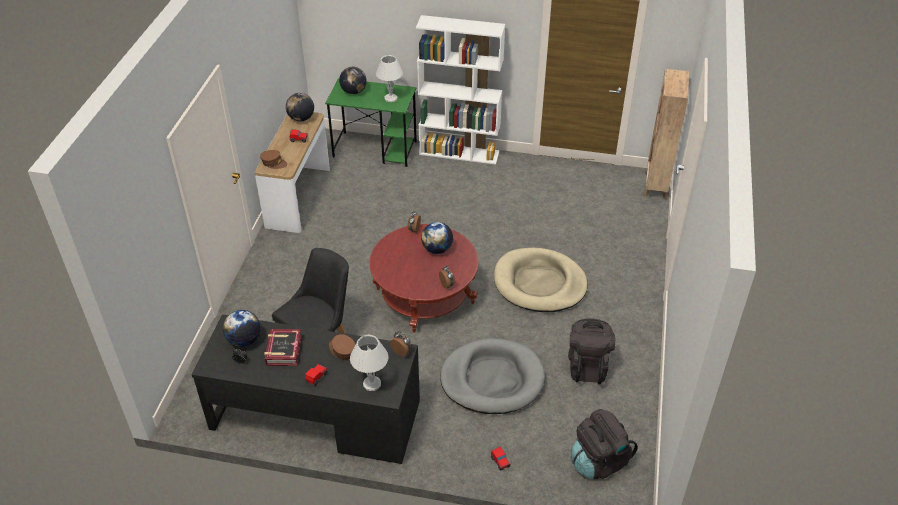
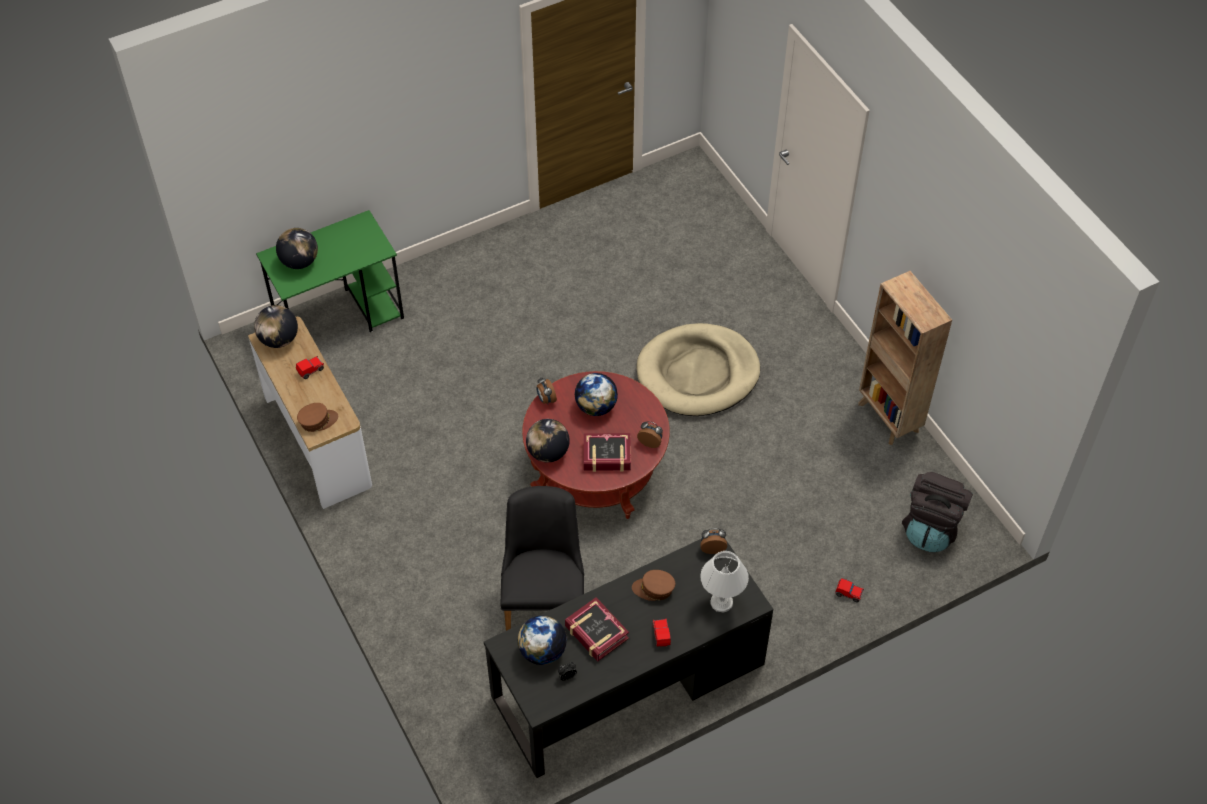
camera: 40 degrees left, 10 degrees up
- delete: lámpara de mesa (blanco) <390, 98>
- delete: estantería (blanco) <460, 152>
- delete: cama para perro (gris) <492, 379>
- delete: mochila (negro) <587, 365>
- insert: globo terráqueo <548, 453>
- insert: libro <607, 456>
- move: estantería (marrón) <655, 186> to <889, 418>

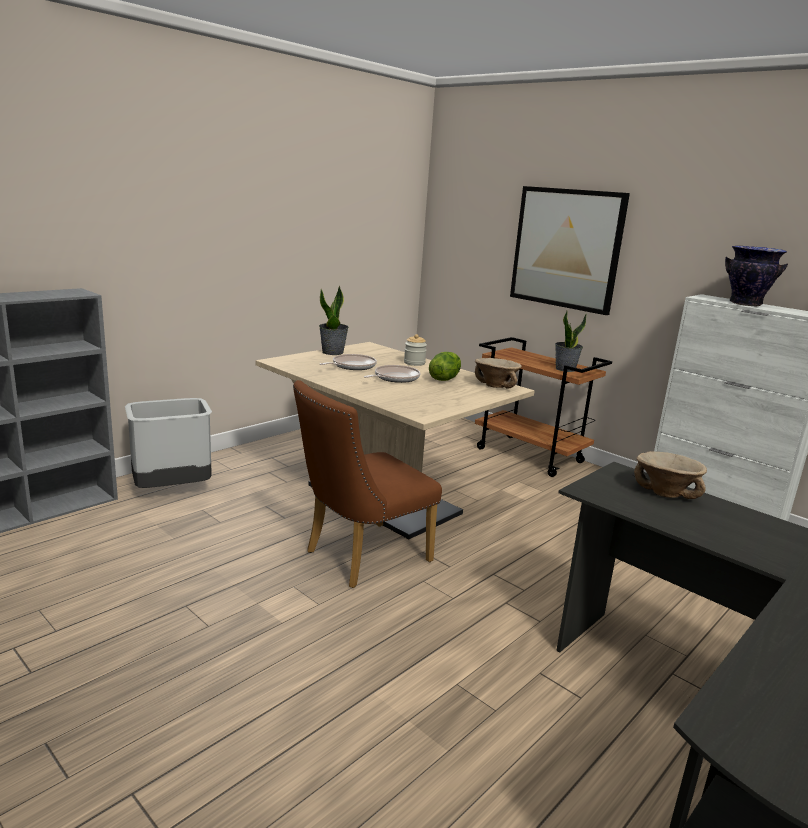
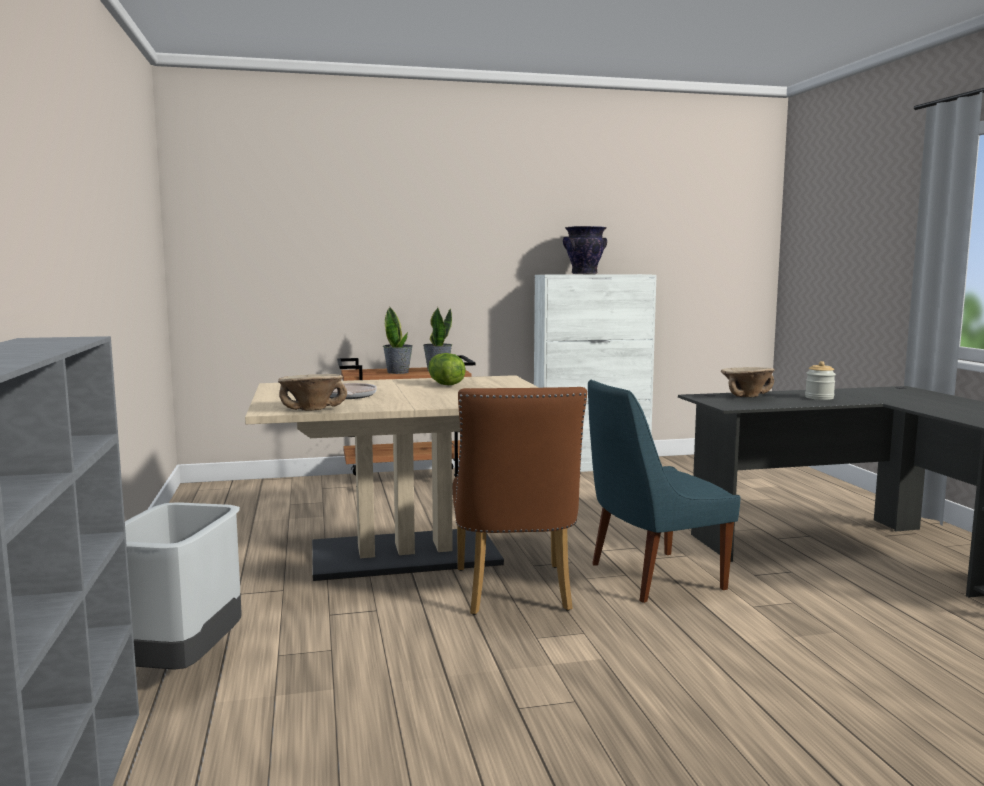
camera: 55 degrees left, 10 degrees down
- delete: sartén <394, 378>
- delete: cuadro <566, 248>
- insert: silla (azul) <651, 577>
- move: planta en maceta <333, 352> to <398, 372>
- move: tarro <414, 363> to <819, 398>
- move: cuenco (beis) <495, 386> to <312, 409>

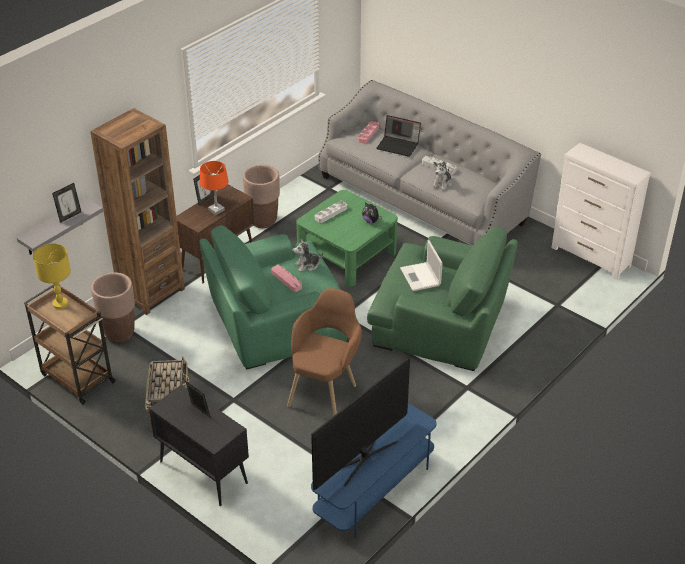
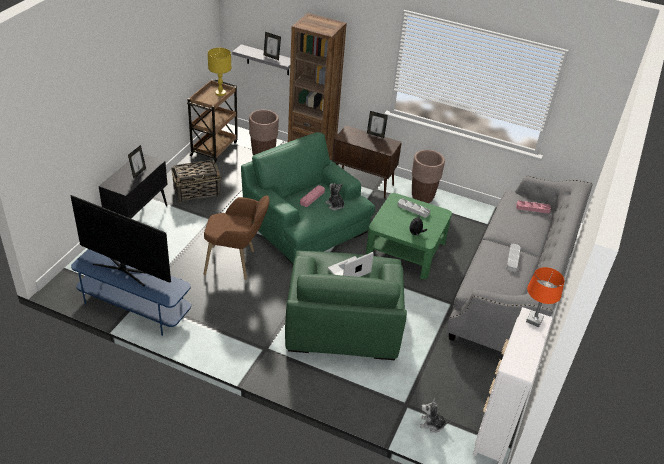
camera: 70 degrees right, 0 degrees up
- delete: portátil <398, 145>
- move: lámpara de mesa (naranja) <216, 210> to <534, 320>
- move: peluche <442, 183> to <432, 424>

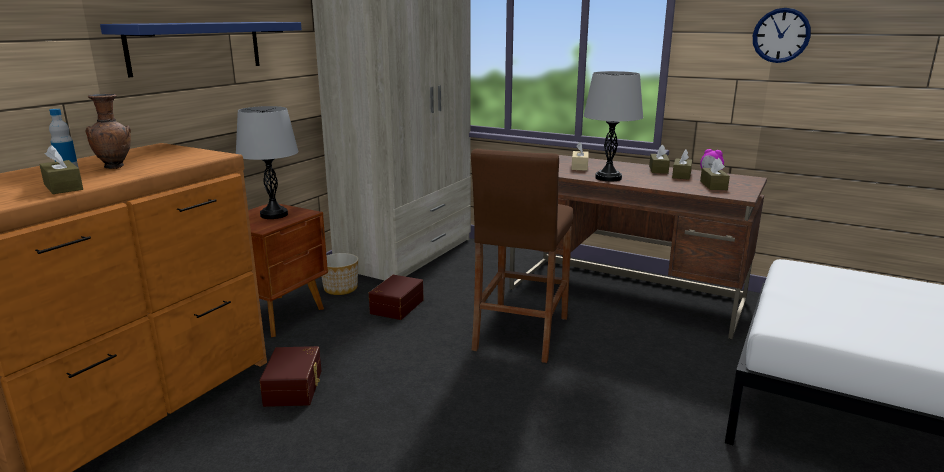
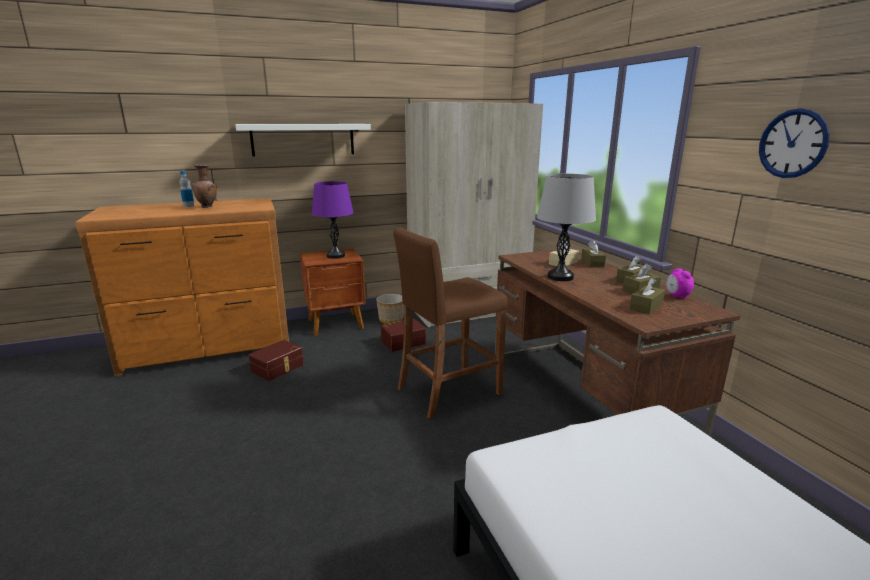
camera: 40 degrees right, 0 degrees up
- move: caja de pañuelos (marrón) <63, 187> to <592, 263>
- recolor: estante (azul) <196, 47> to estante (blanco) <303, 139>
- recolor: lámpara de mesa (gris) <274, 215> to lámpara de mesa (morado) <335, 256>

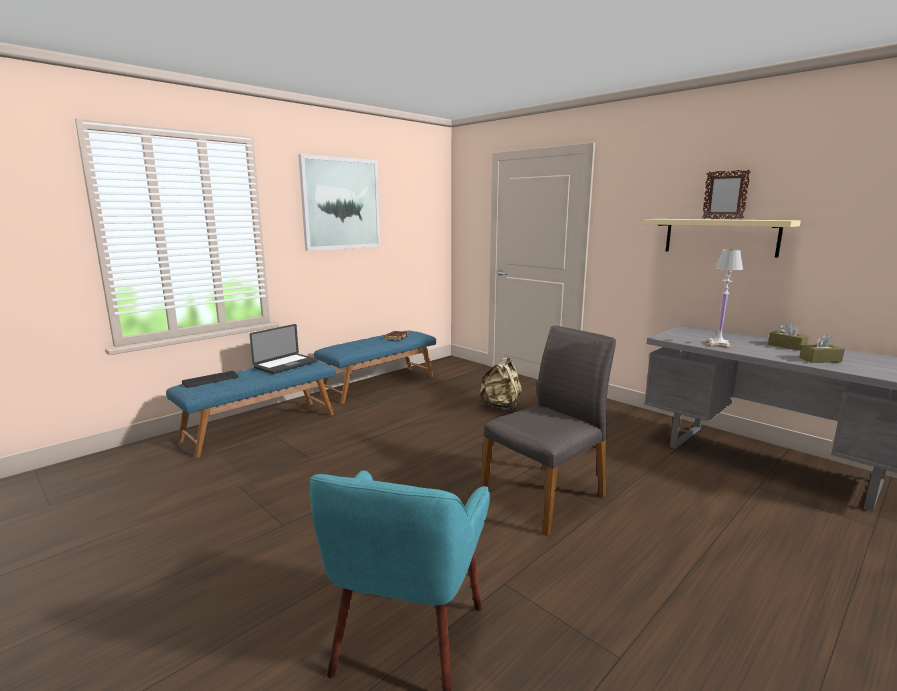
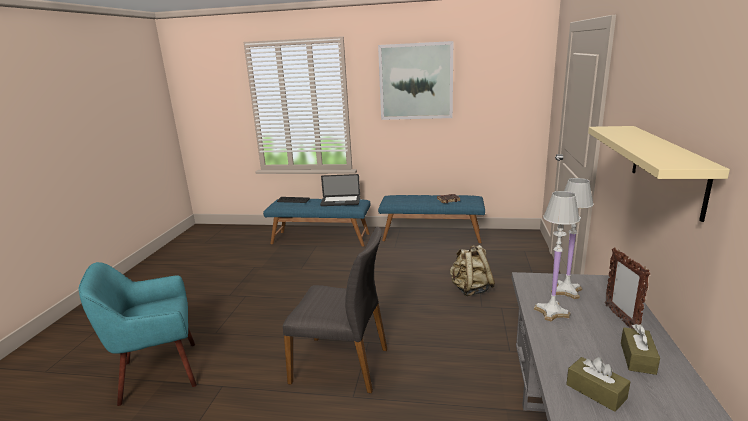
camera: 55 degrees right, 5 degrees up
- insert: lámpara de mesa (blanco) <566, 290>
- move: portarretratos <721, 219> to <620, 319>

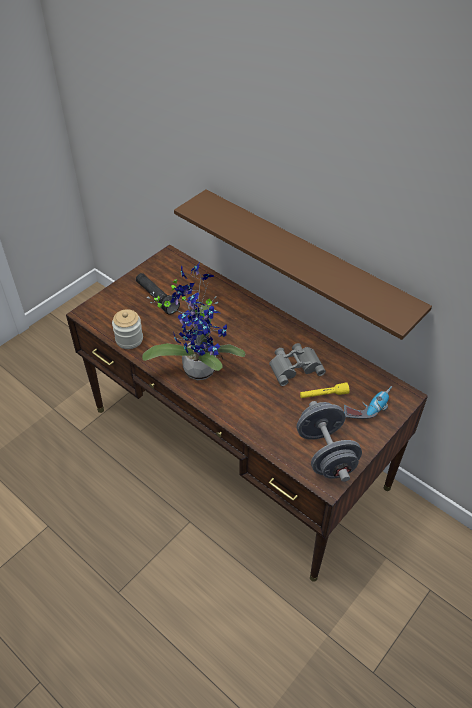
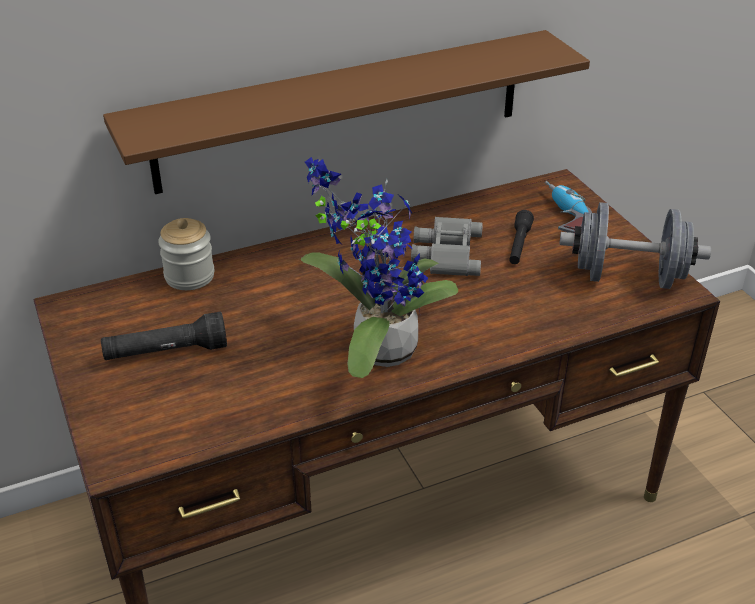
camera: 65 degrees left, 10 degrees down
- move: tarro <129, 339> to <189, 276>
- recolor: linterna (amarillo) <323, 395> to linterna (negro) <518, 245>

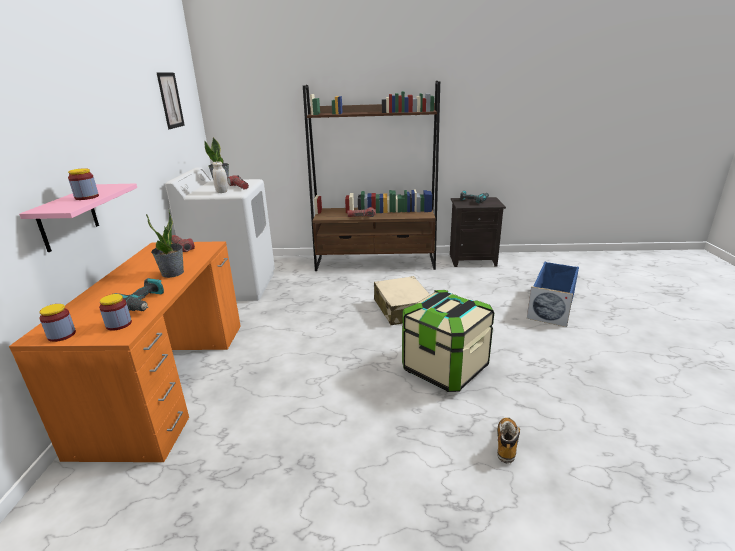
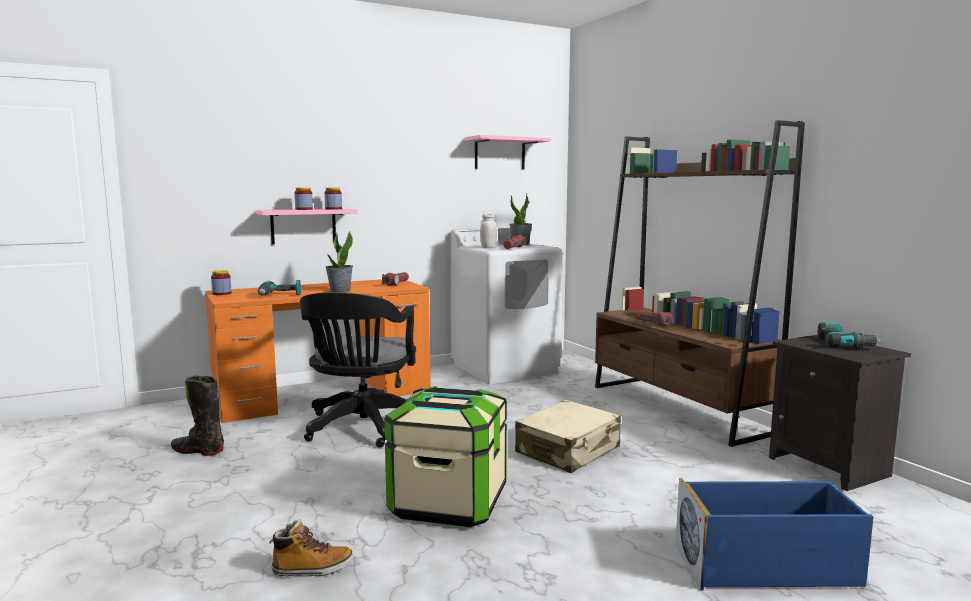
camera: 60 degrees right, 15 degrees down
- insert: bota (negro) <198, 451>
- insert: silla de oficina (negro) <362, 428>
- move: tarro <119, 324> to <333, 209>
- replace: cuadro <170, 100> to estante (rosa) <500, 153>

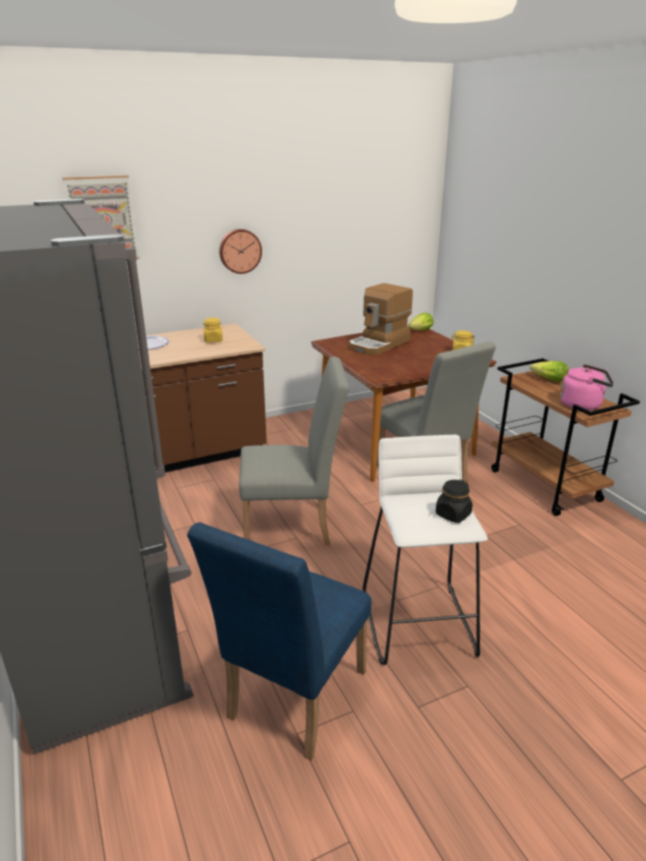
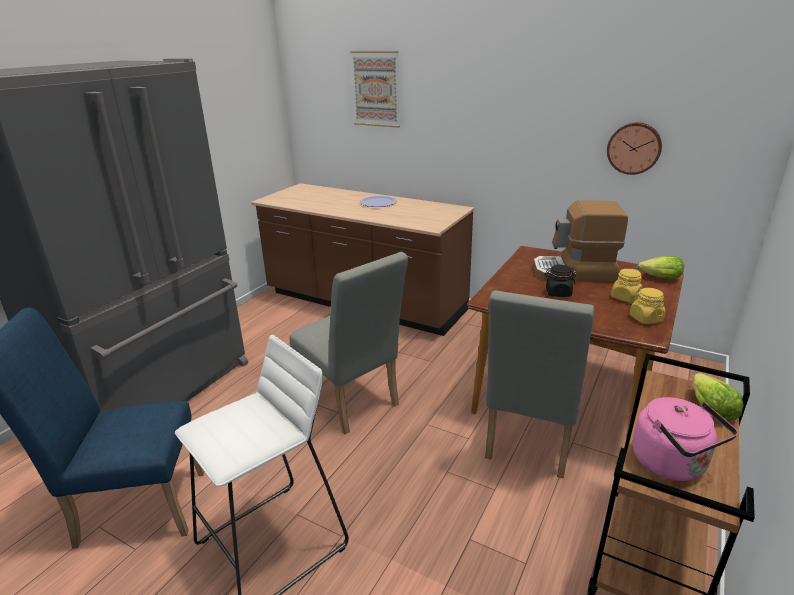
camera: 55 degrees right, 0 degrees up
- move: tarro (amarillo) <213, 340> to <625, 298>
- move: reloj de pared <240, 251> to <634, 148>
- move: tarro (negro) <453, 514> to <558, 293>

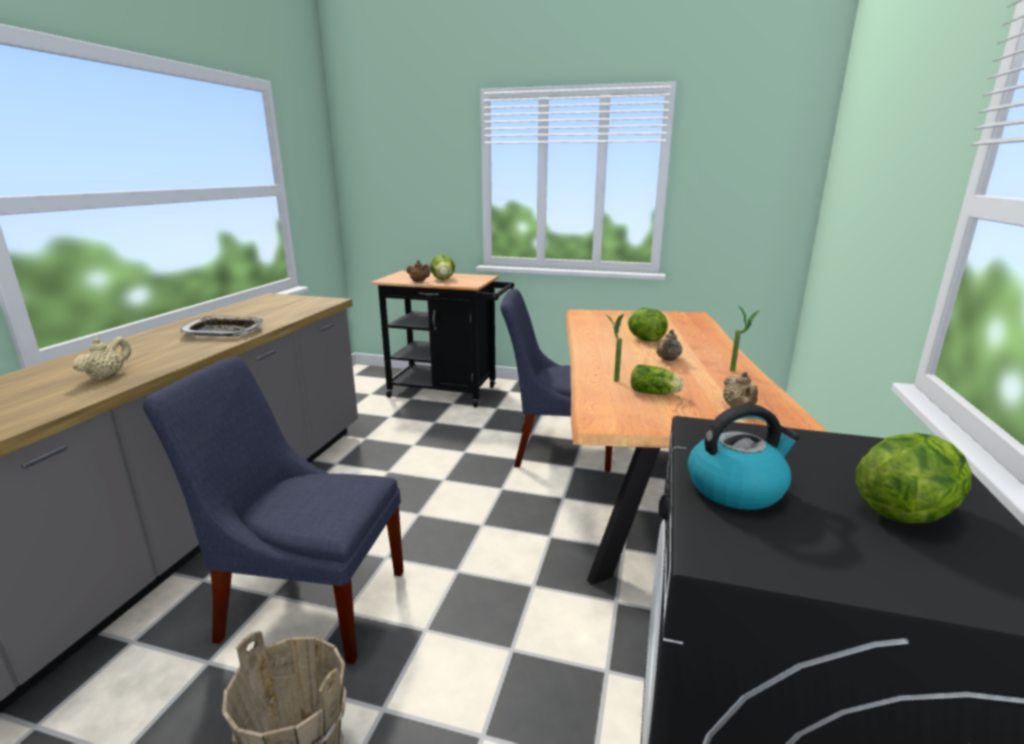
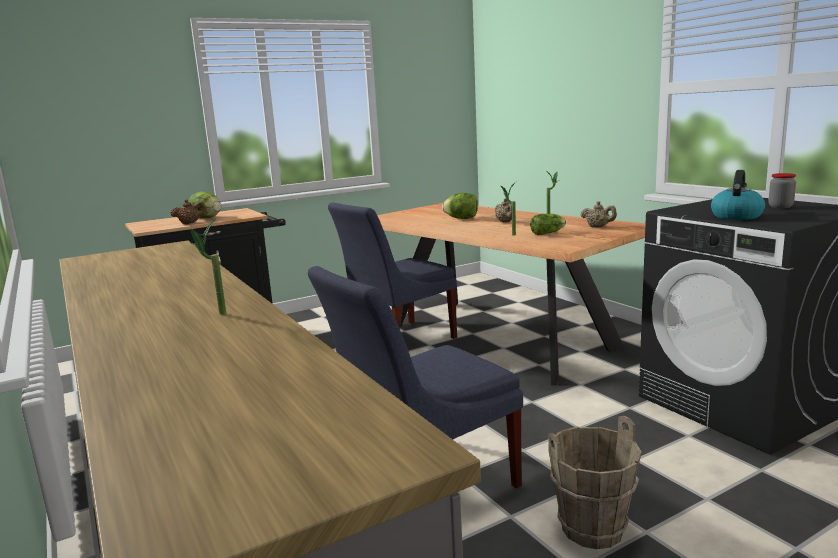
camera: 45 degrees left, 5 degrees down
- delete: bandeja <224, 332>
- replace: tetera (beis) <107, 376> to planta en maceta <216, 315>
- replace: lechuga <904, 511> to tarro <780, 206>

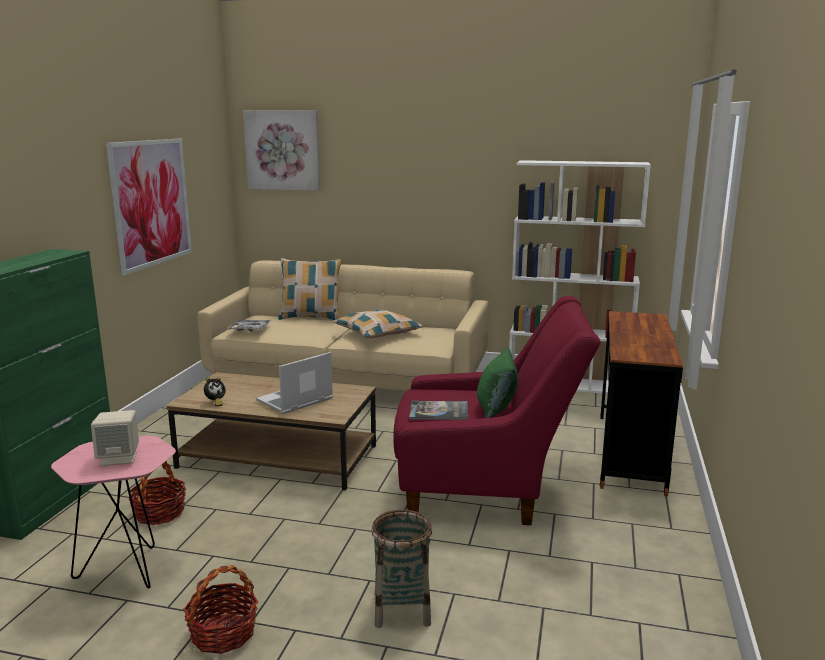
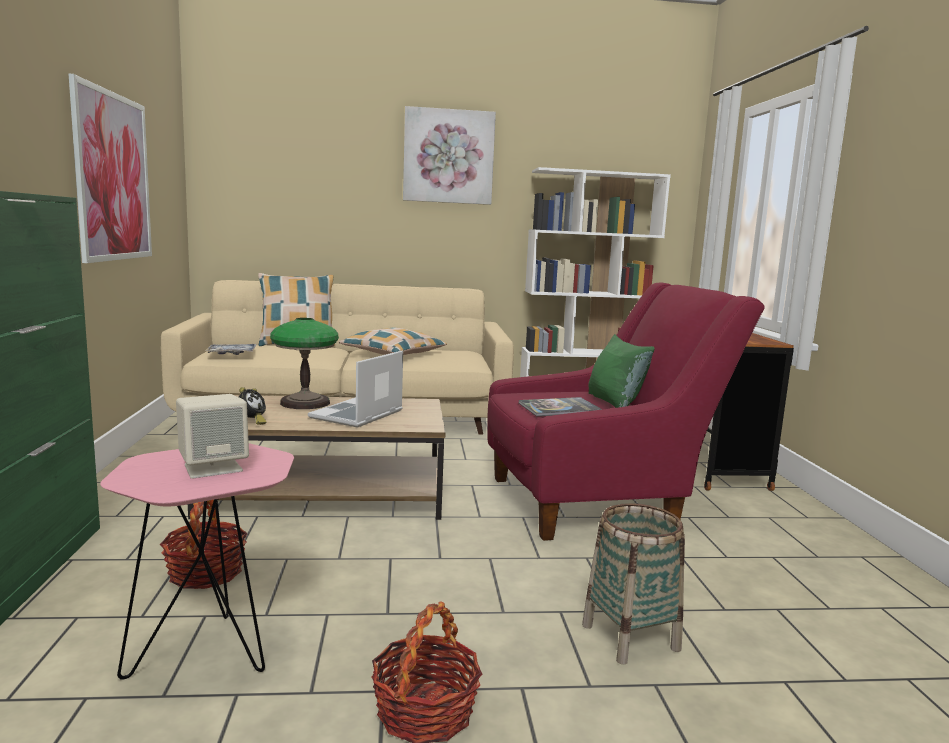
camera: 20 degrees left, 5 degrees down
- insert: lámpara de mesa <305, 403>
- move: cuadro <283, 150> to <448, 156>

